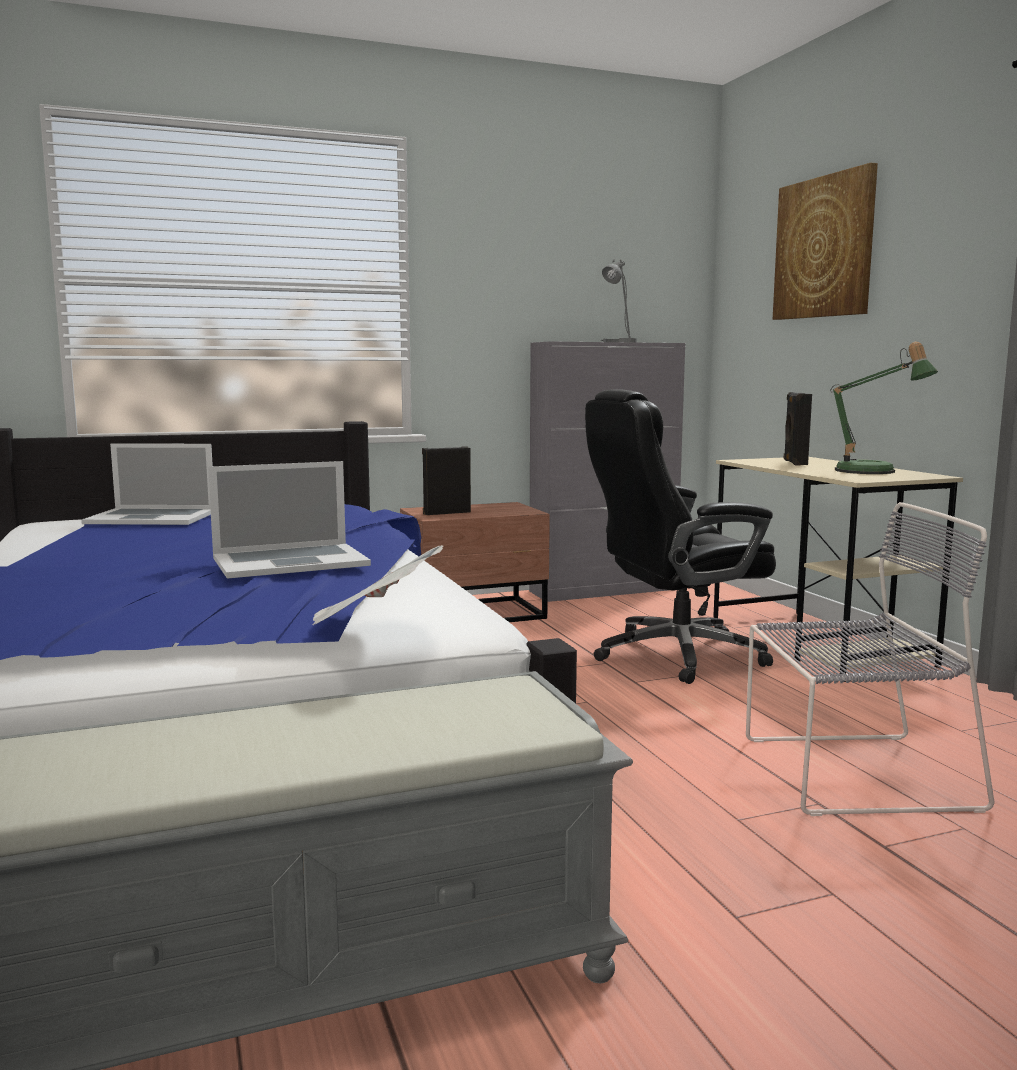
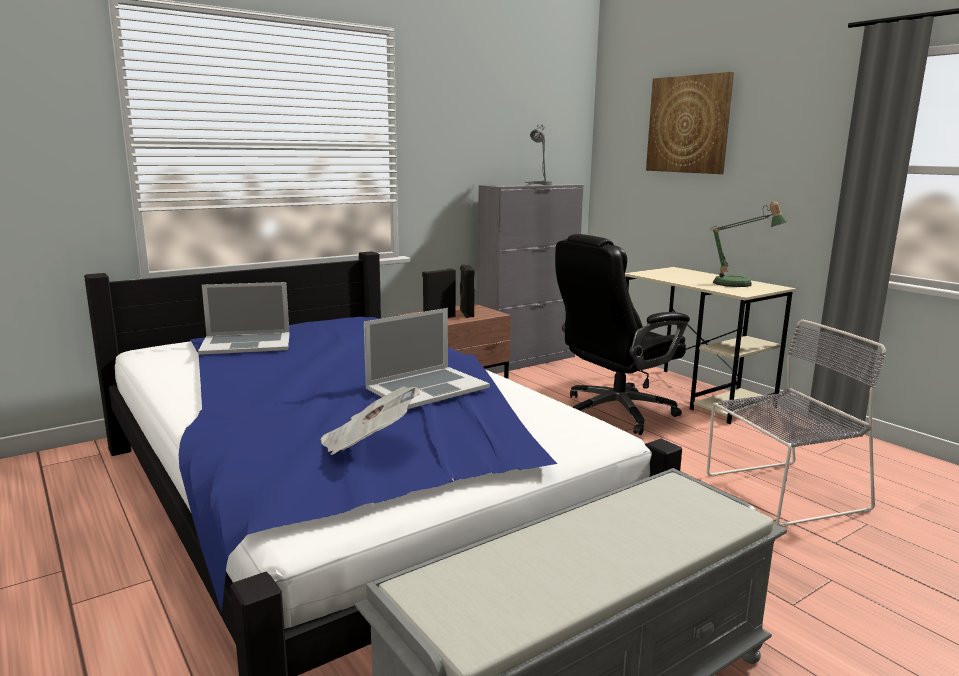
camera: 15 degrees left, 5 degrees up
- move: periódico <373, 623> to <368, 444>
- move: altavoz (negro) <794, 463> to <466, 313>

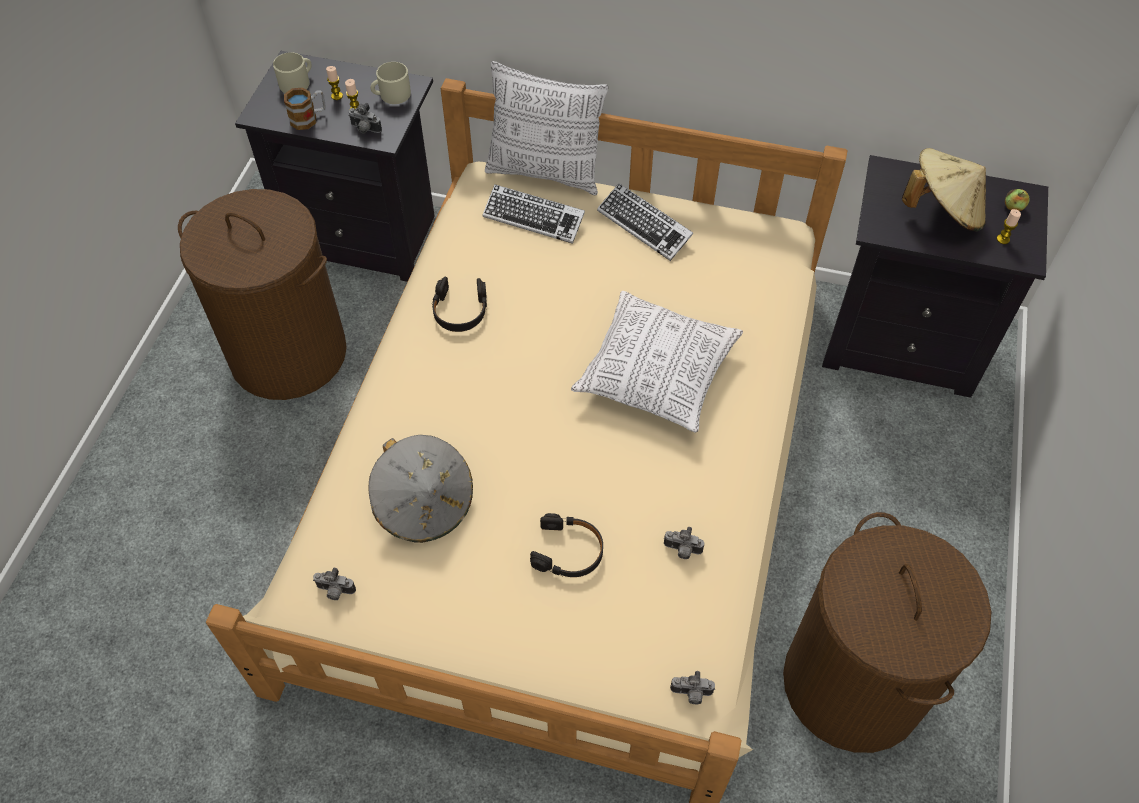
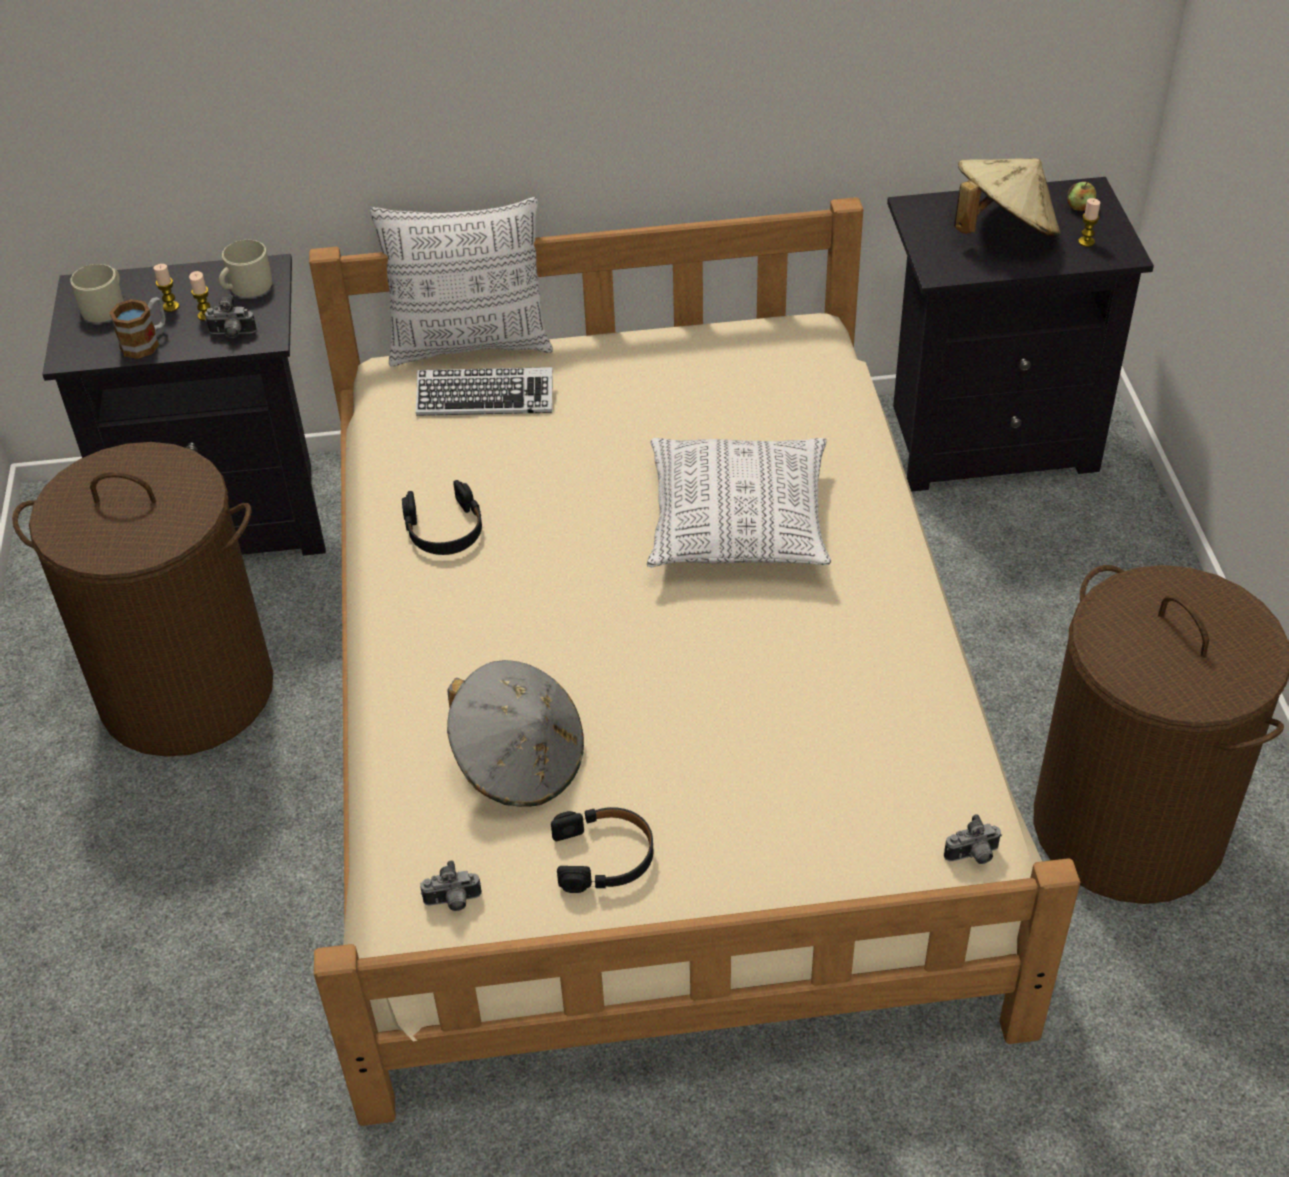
camera: 20 degrees left, 10 degrees down
- delete: teclado <644, 226>
- delete: cámara <682, 551>
- move: auriculares (negro) <568, 551> to <604, 856>

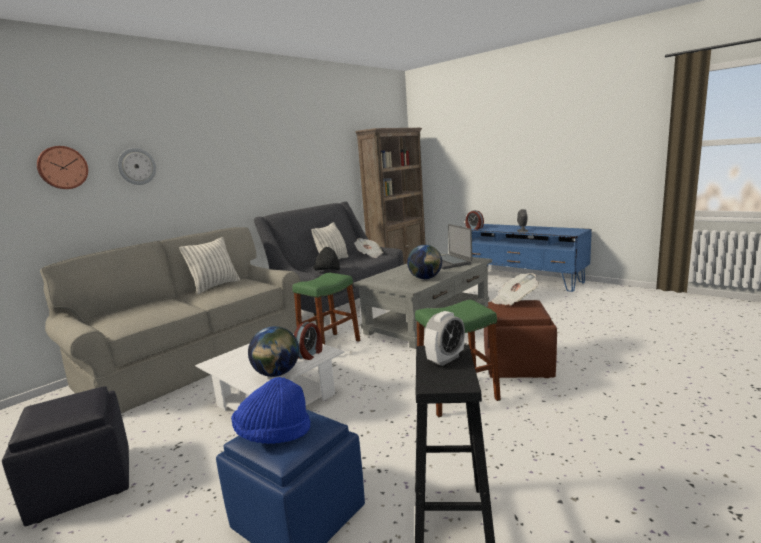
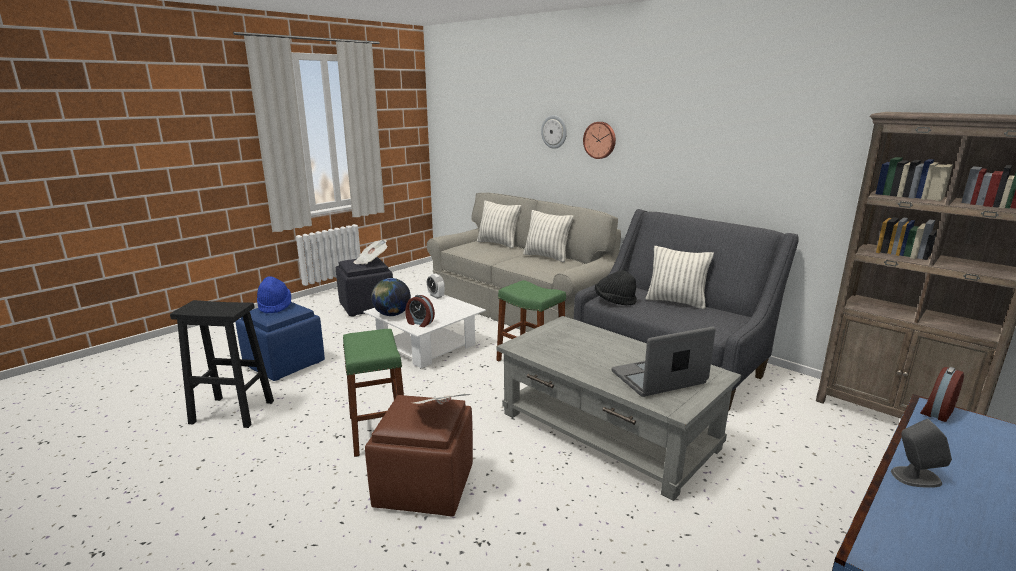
camera: 90 degrees right, 5 degrees up
- delete: globo terráqueo <425, 278>
- insert: cojín <498, 243>
- move: reloj de pared <62, 167> to <600, 140>
- move: periódico <369, 255> to <371, 261>
- move: despertador <445, 359> to <436, 296>

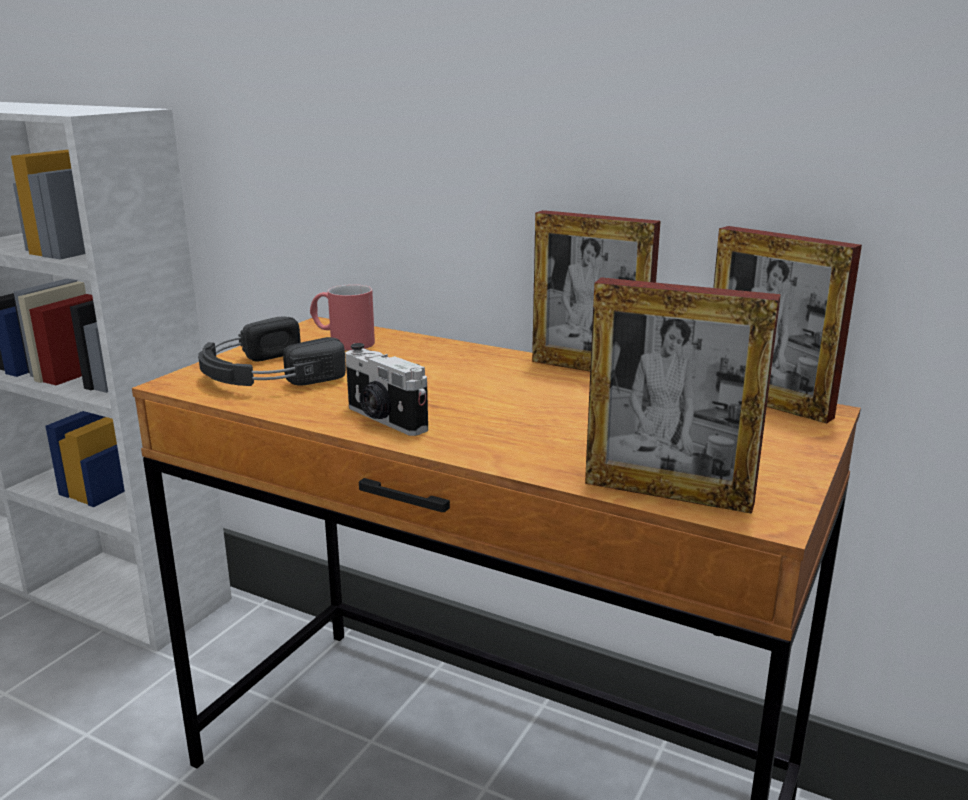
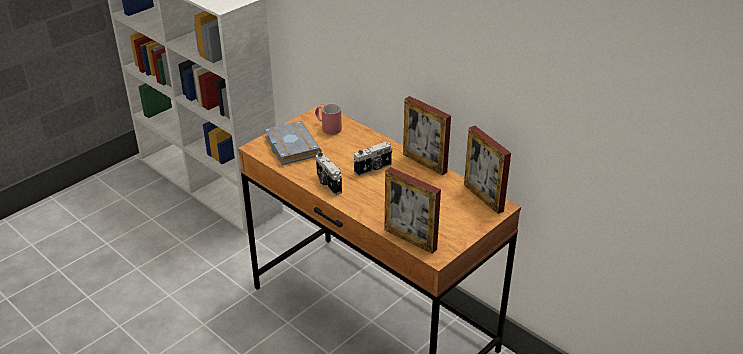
camera: 15 degrees right, 15 degrees up
- insert: cámara <373, 169>
- replace: auriculares (negro) <264, 374> to libro (gris) <290, 146>

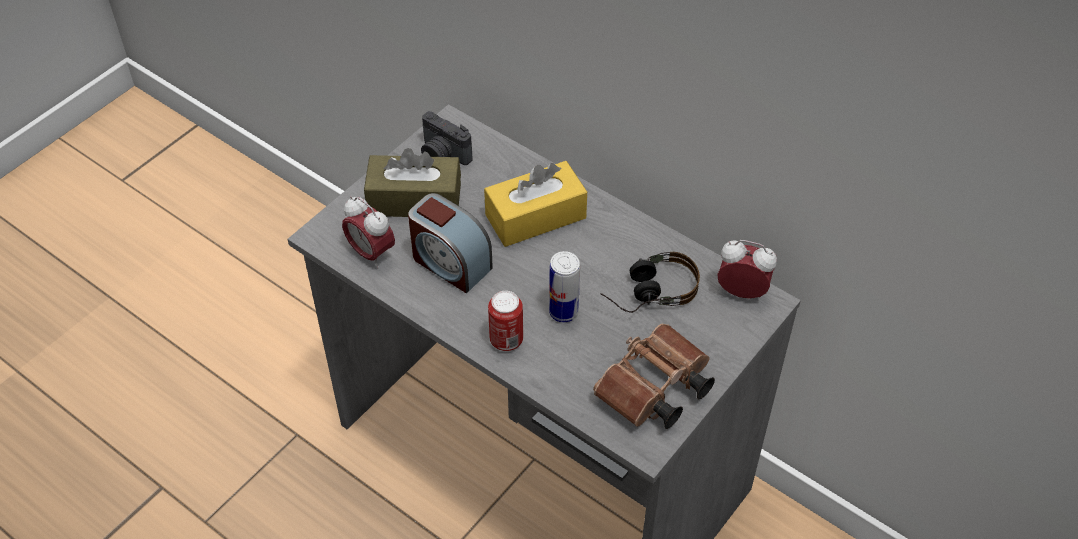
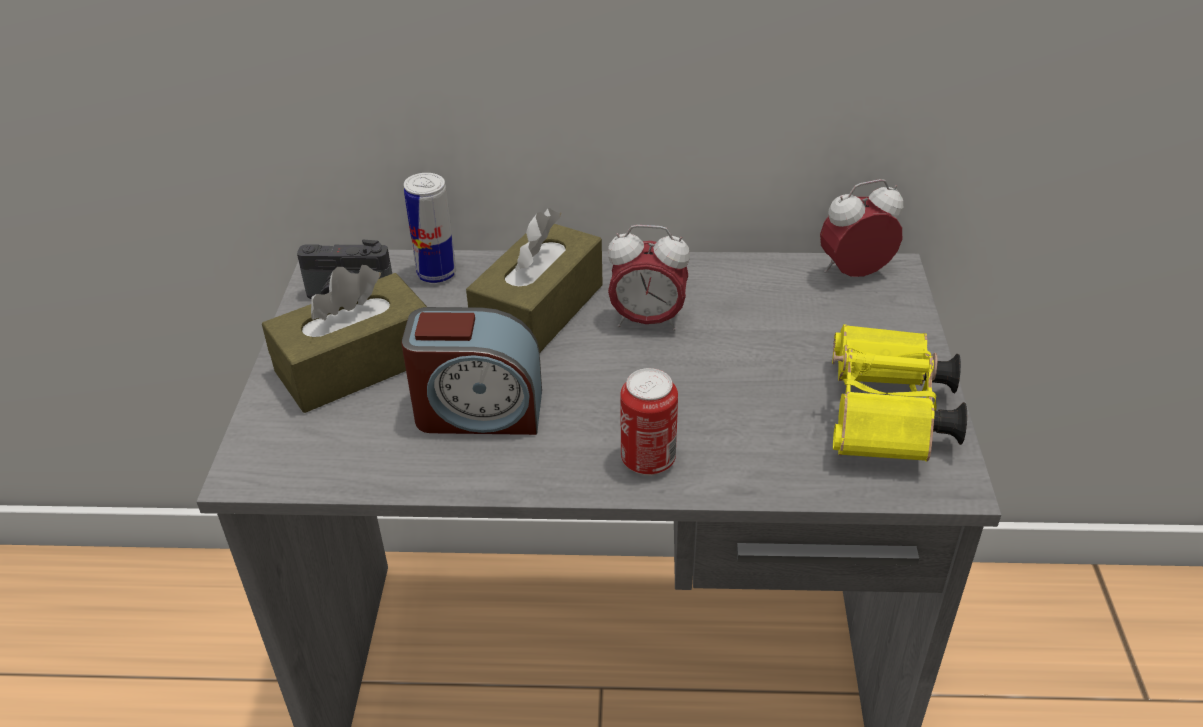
camera: 35 degrees left, 10 degrees down
- delete: auriculares <647, 292>
- move: despertador <371, 253> to <647, 321>
- move: lata <563, 312> to <436, 273>
- recolor: caja de pañuelos (amarillo) <535, 216> to caja de pañuelos (marrón) <538, 311>
- recolor: prismáticos (marrón) <653, 392> to prismáticos (amarillo) <886, 420>

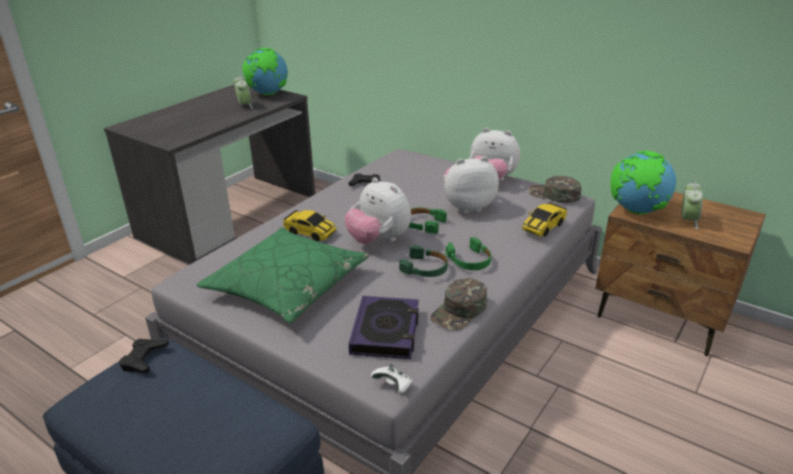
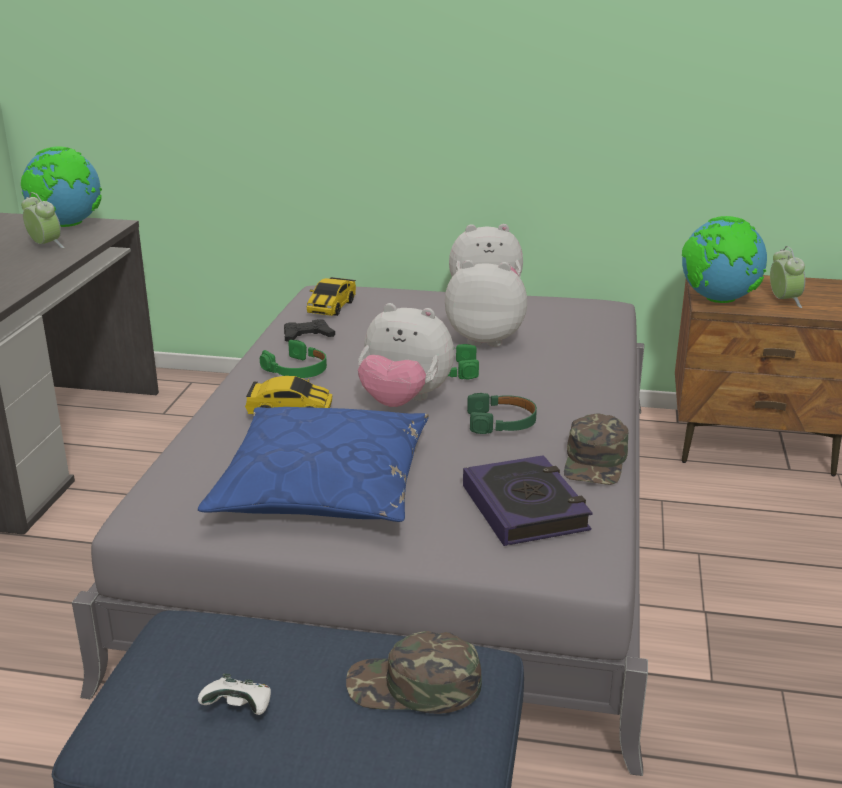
camera: 25 degrees left, 5 degrees down
- delete: mando de consola (negro) <144, 359>
- move: mando de consola (blanco) <394, 386> to <240, 709>
- move: auriculares (verde) <470, 260> to <297, 370>
- move: coche de juguete <543, 227> to <332, 307>
- move: gorra (verde) <554, 194> to <413, 686>
- recolor: cojín (verde) <287, 285> to cojín (azul) <323, 486>
- rotate: peluche <467, 206> = <486, 339> 45 degrees clockwise

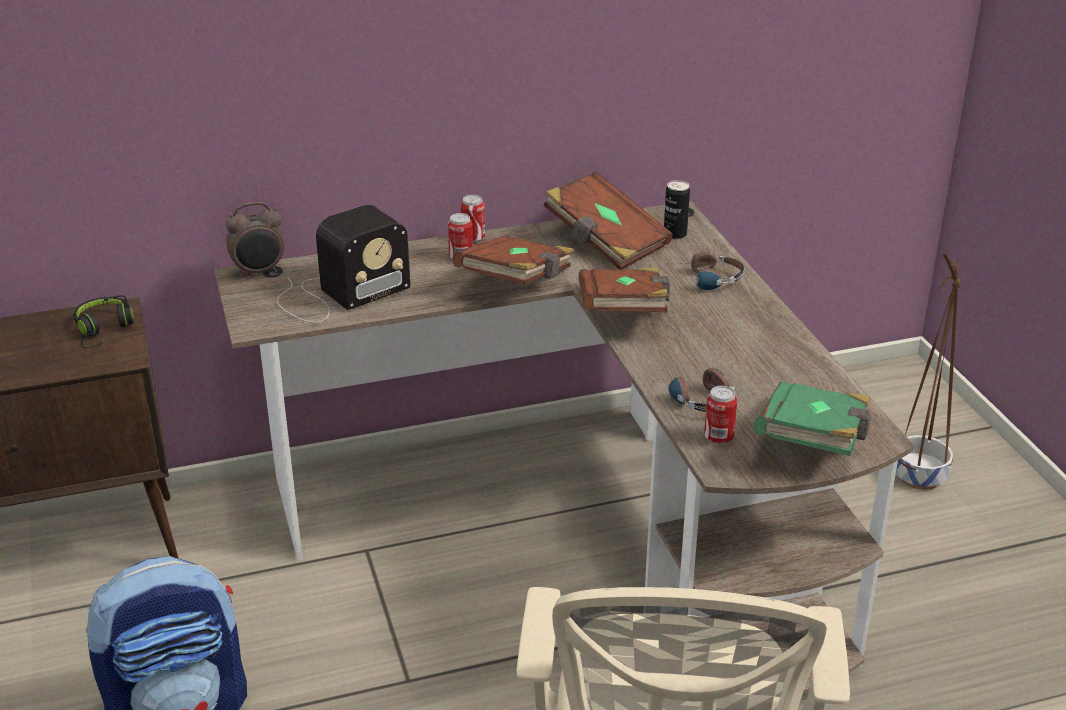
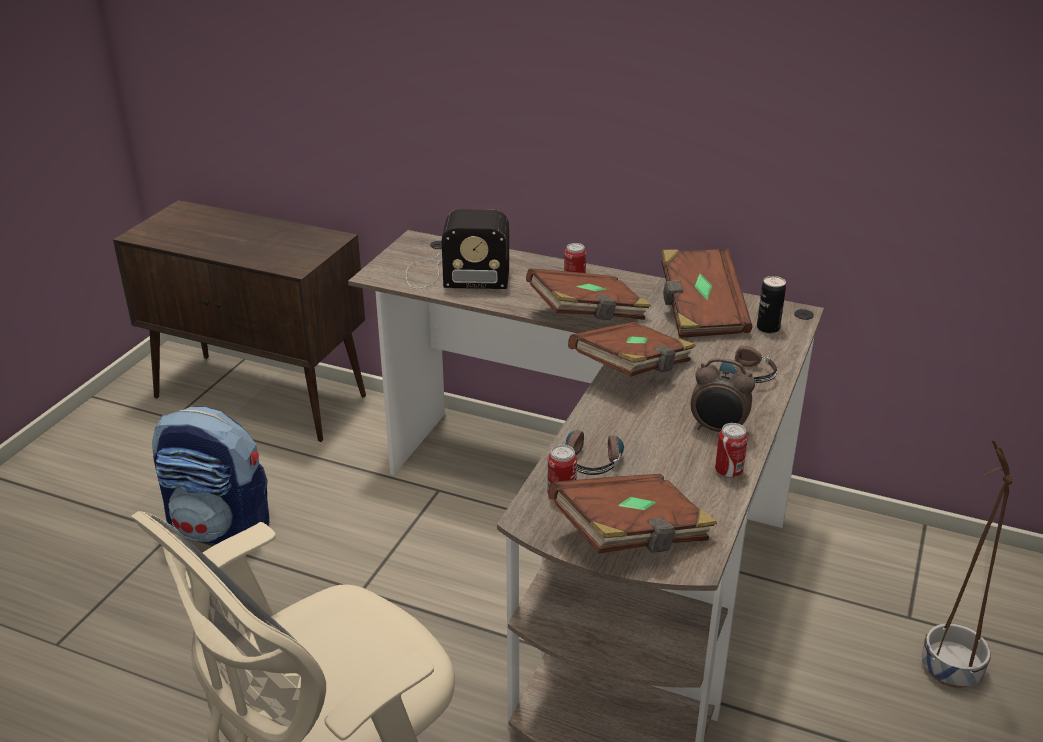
camera: 40 degrees right, 0 degrees up
- delete: auriculares (negro) <104, 330>
- move: despertador <259, 272> to <718, 430>
- move: lata <473, 238> to <728, 471>
- recolor: libro (verde) <813, 442> to libro (marrón) <632, 536>

